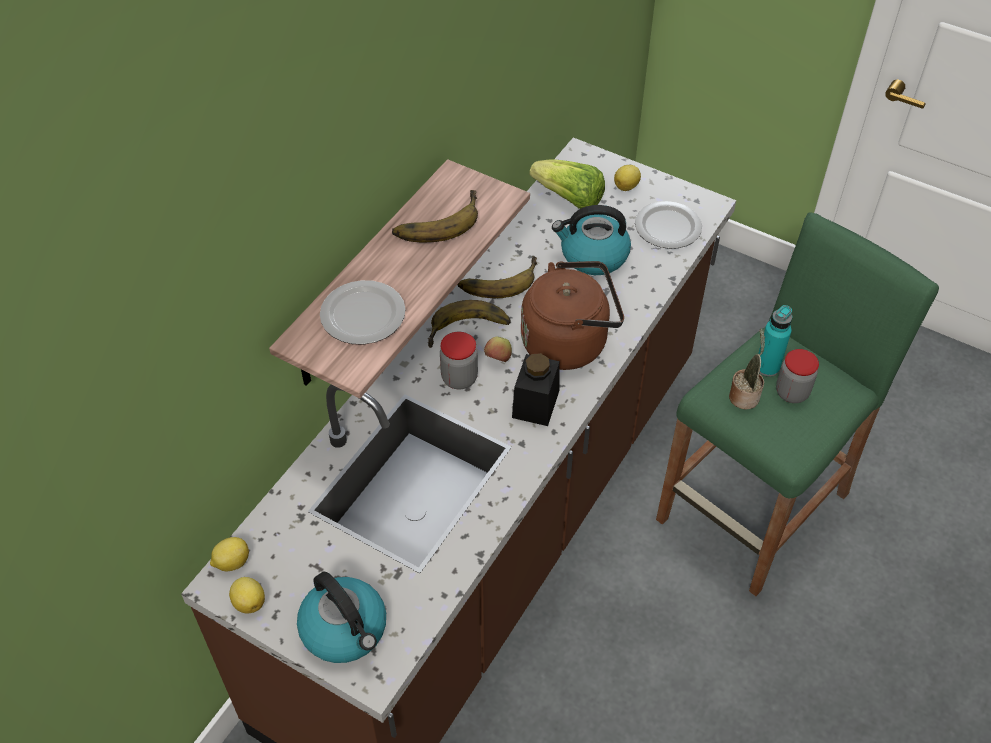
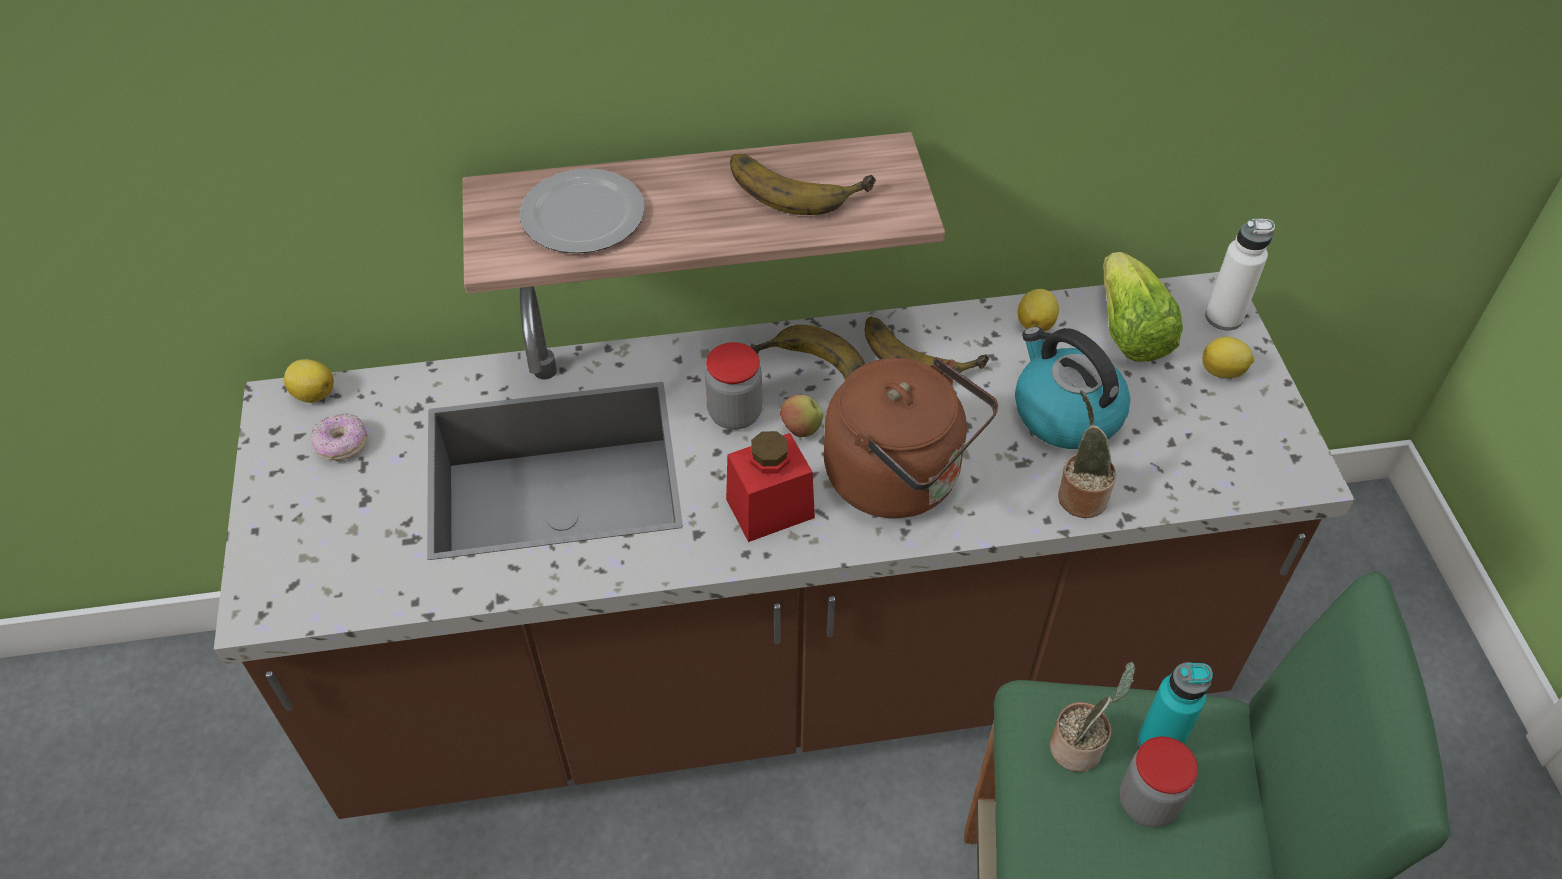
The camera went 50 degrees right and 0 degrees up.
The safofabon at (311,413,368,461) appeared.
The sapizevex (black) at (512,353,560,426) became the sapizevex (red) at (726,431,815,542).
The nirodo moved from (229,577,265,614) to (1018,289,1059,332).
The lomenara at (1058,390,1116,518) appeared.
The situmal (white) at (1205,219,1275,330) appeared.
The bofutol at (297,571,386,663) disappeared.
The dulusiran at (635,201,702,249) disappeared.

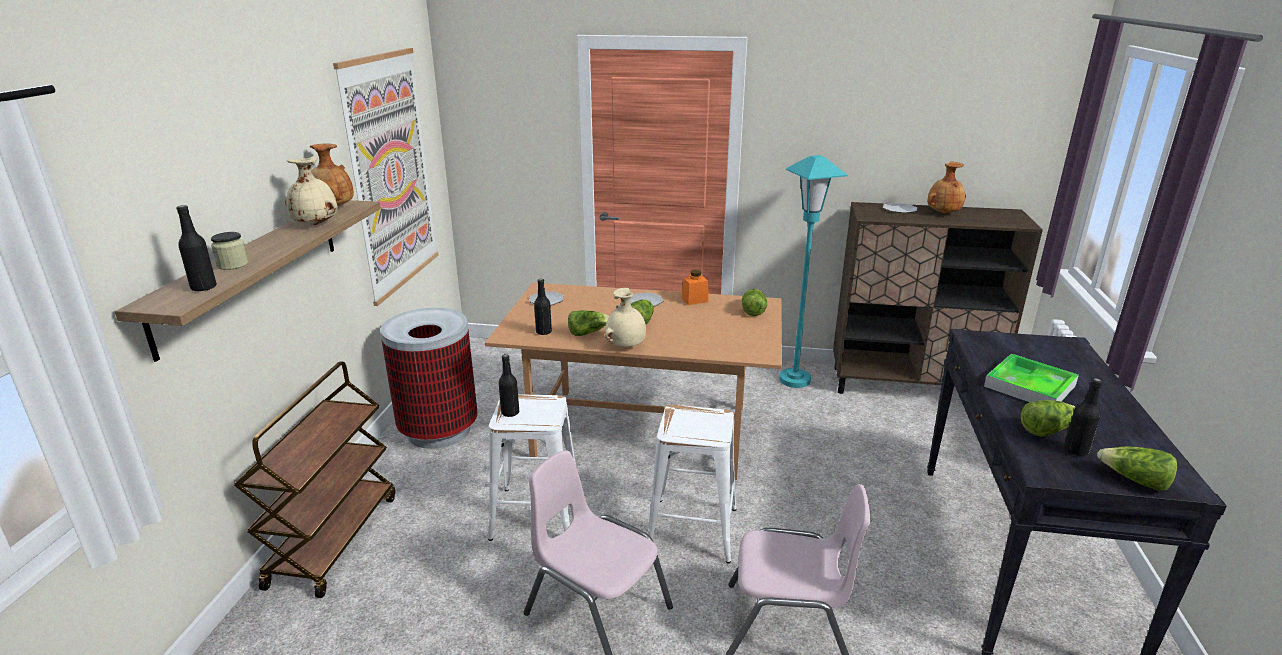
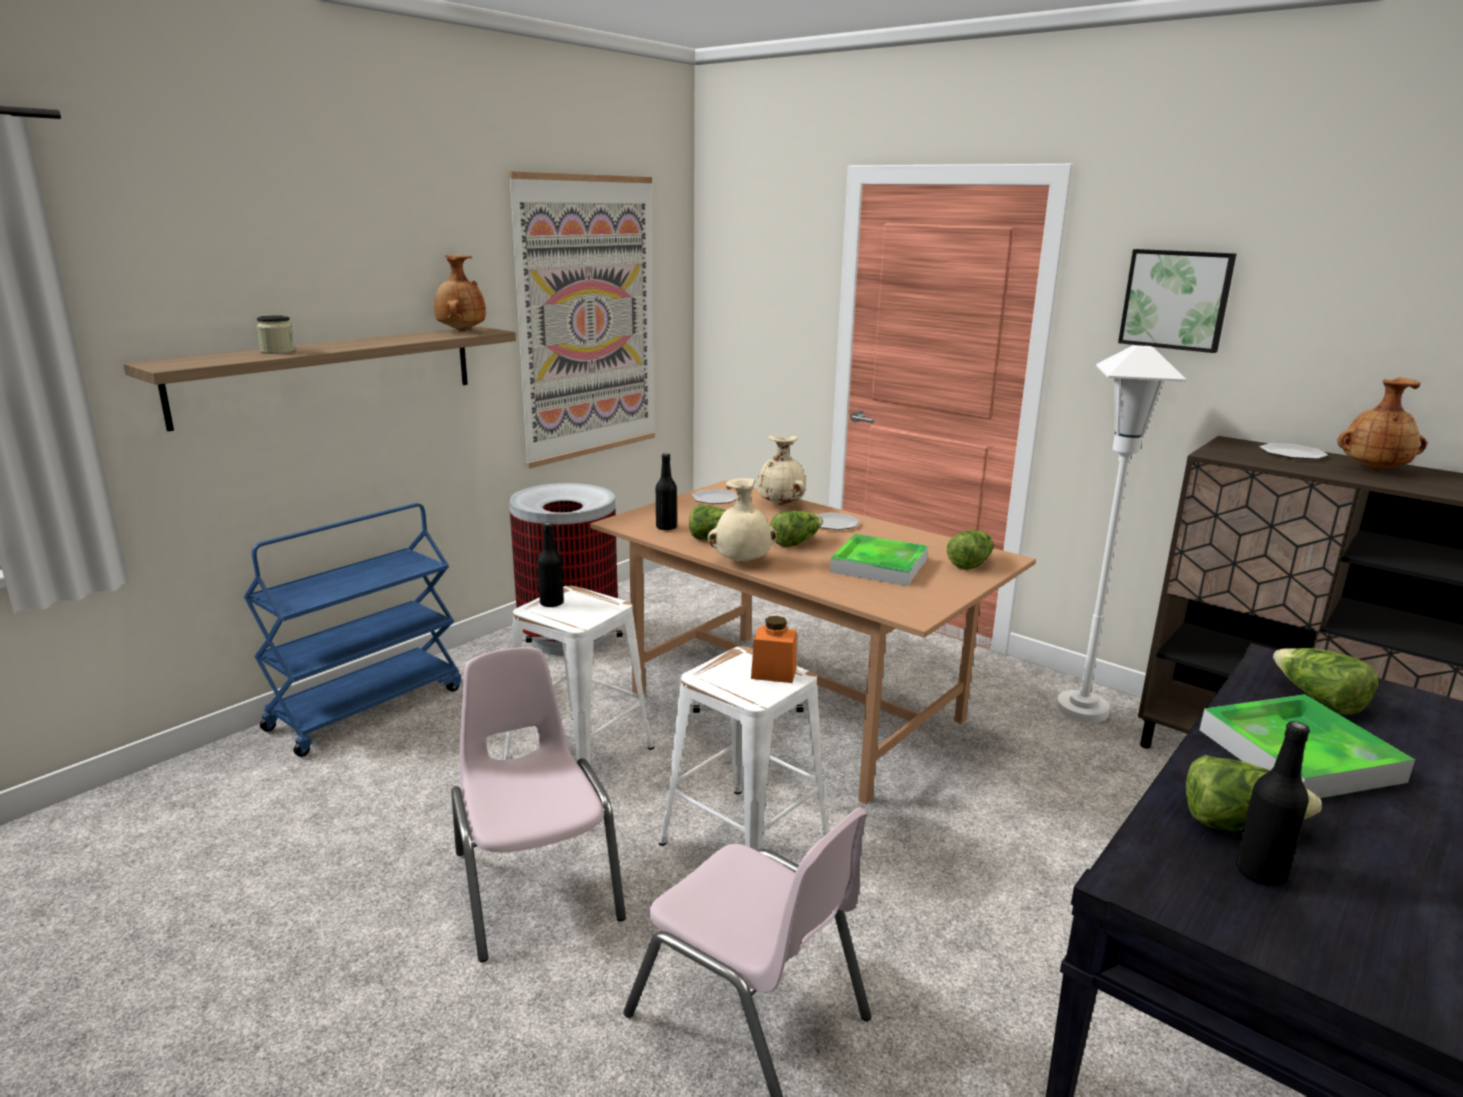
The camera went 30 degrees right and 5 degrees down.
The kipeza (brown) at (234,361,395,598) became the kipeza (blue) at (244,503,461,757).
The sapizevex (orange) moved from (682,270,709,305) to (751,616,797,683).
The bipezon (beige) moved from (285,156,338,225) to (758,436,806,505).
The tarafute at (830,534,928,586) appeared.
The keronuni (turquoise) at (779,155,848,388) became the keronuni (white) at (1057,345,1186,723).
The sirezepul at (1118,249,1236,353) appeared.
The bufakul moved from (1097,446,1177,491) to (1273,648,1378,715).
The situmal (black) at (176,205,217,291) disappeared.

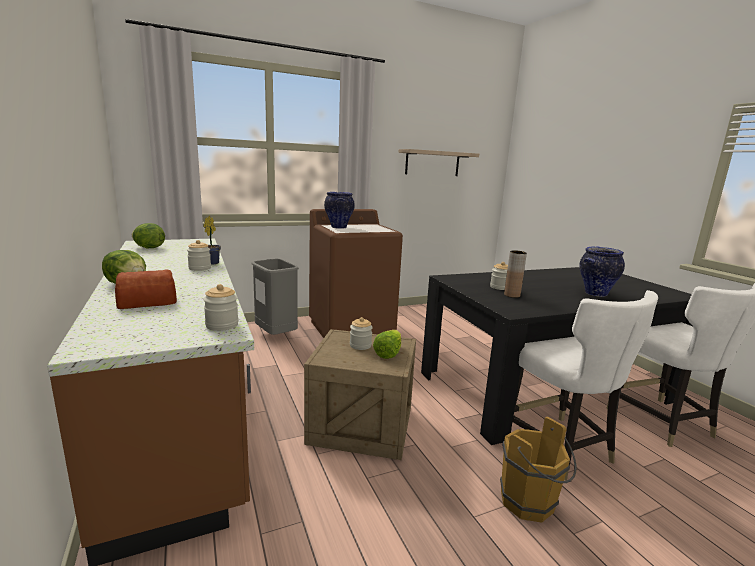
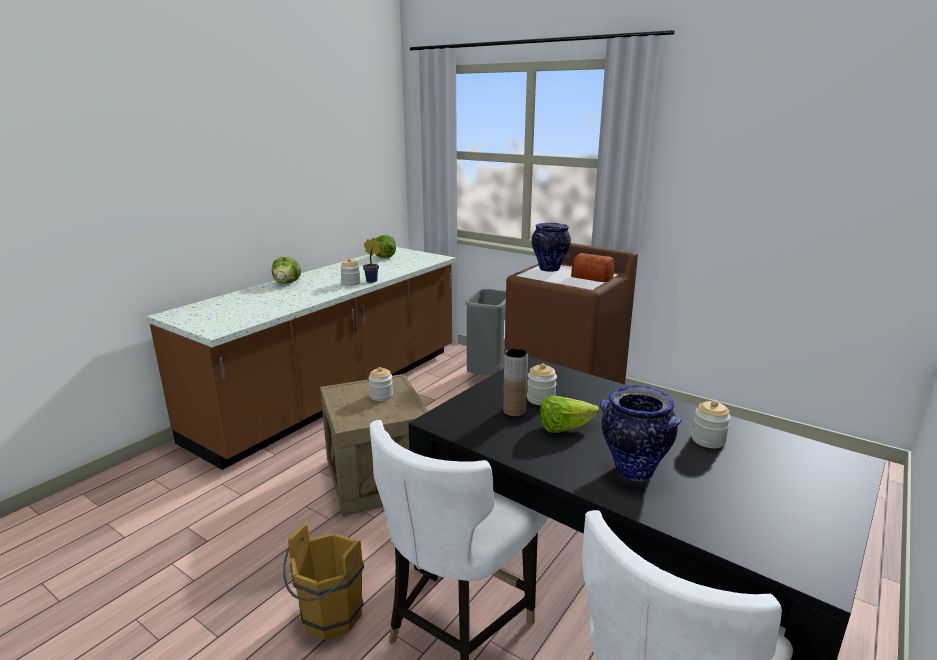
The camera went 60 degrees right and 5 degrees up.
The bufakul moved from (373,330,401,359) to (540,395,599,433).
The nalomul moved from (115,270,177,309) to (571,253,614,282).
The sapizevex moved from (203,284,239,331) to (692,400,731,448).
The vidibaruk at (398,149,479,176) disappeared.

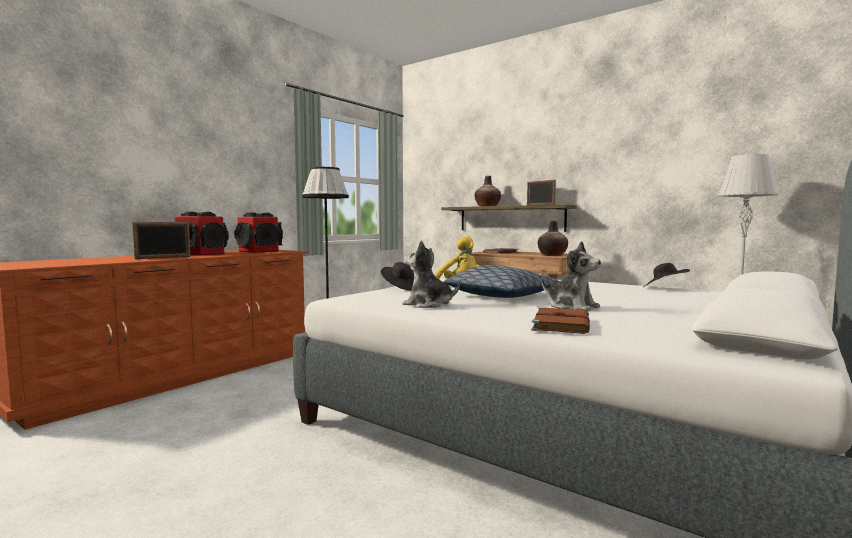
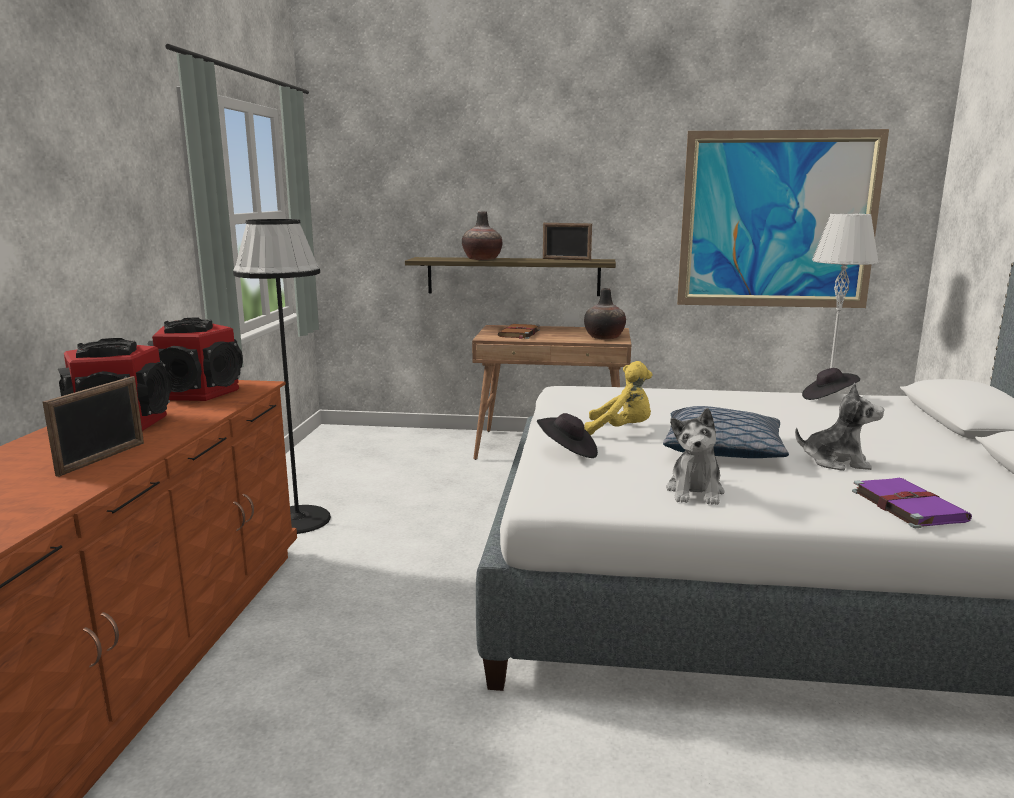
The camera went 30 degrees left and 10 degrees up.
The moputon at (402,241,460,308) turned 75 degrees counterclockwise.
The sirezepul at (677,129,889,308) appeared.
The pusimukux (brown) at (531,307,590,334) became the pusimukux (purple) at (852,478,972,528).

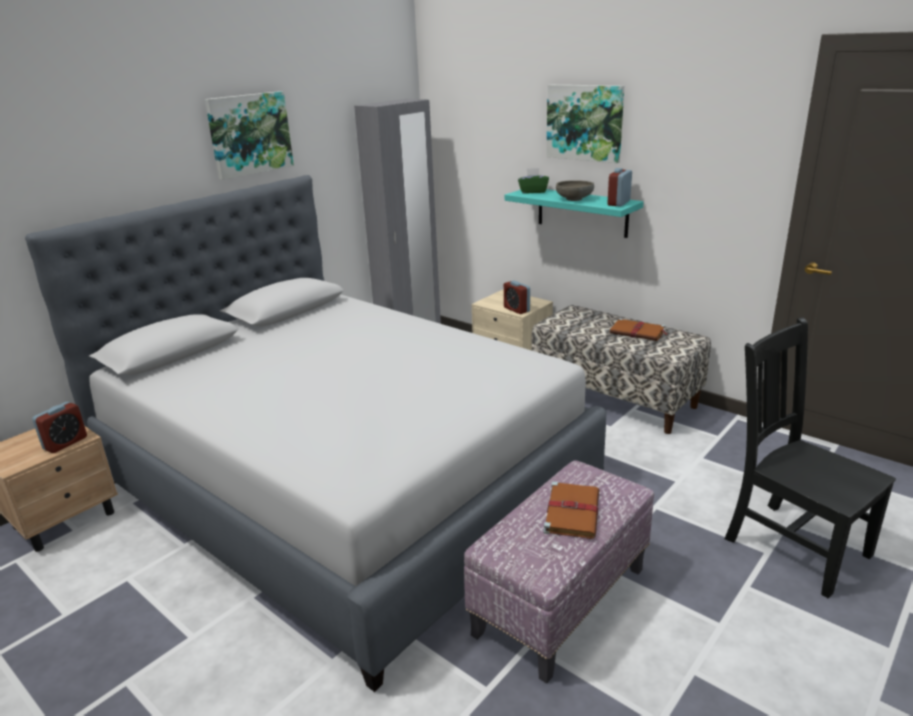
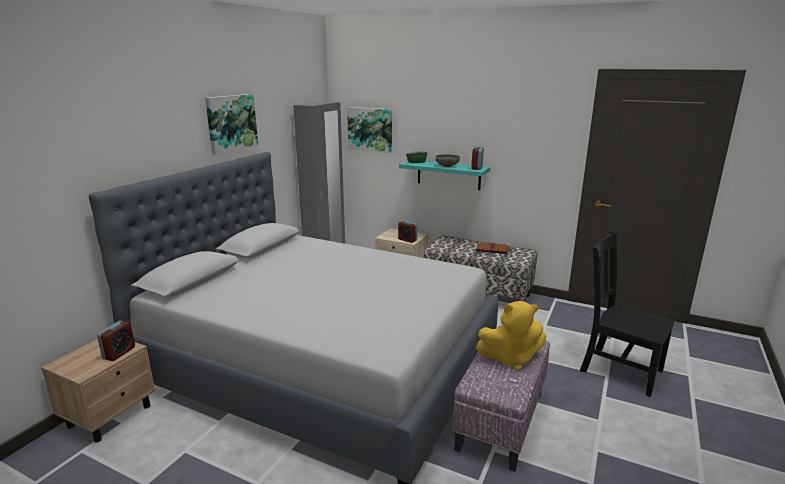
The camera went 15 degrees left and 5 degrees down.
The sirezepul moved from (546,85,624,163) to (347,107,392,153).
The pusimukux (brown) at (543,482,599,539) was replaced by the moputon (yellow) at (476,301,546,370).

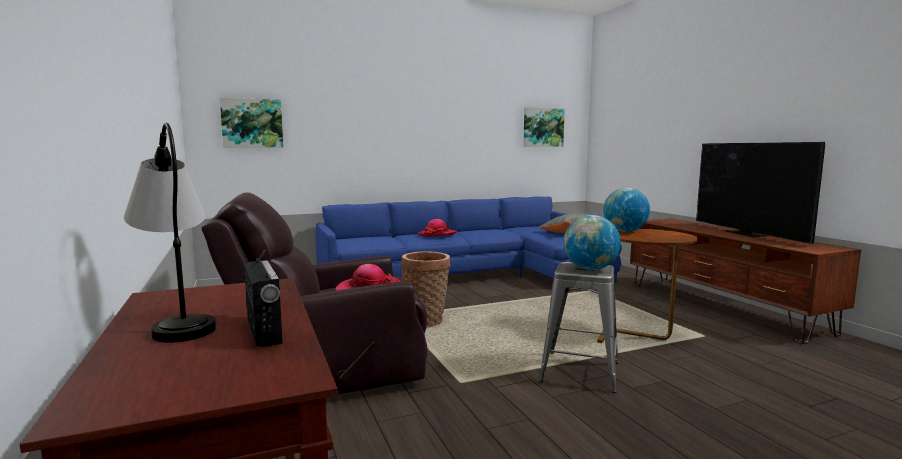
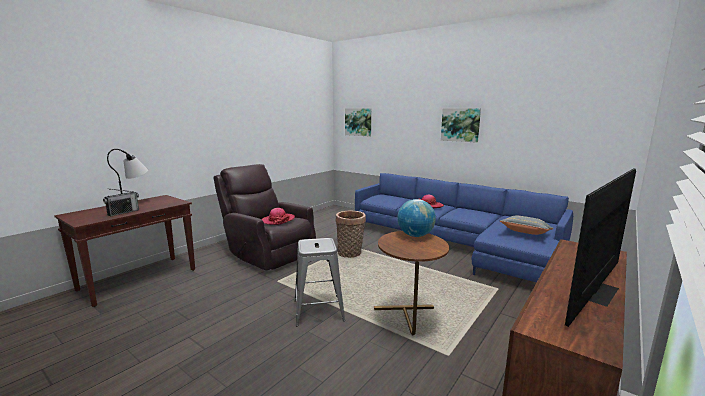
The camera went 60 degrees right and 5 degrees up.
The sirezepul moved from (523,107,565,147) to (441,108,481,143).
The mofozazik at (564,215,621,270) disappeared.

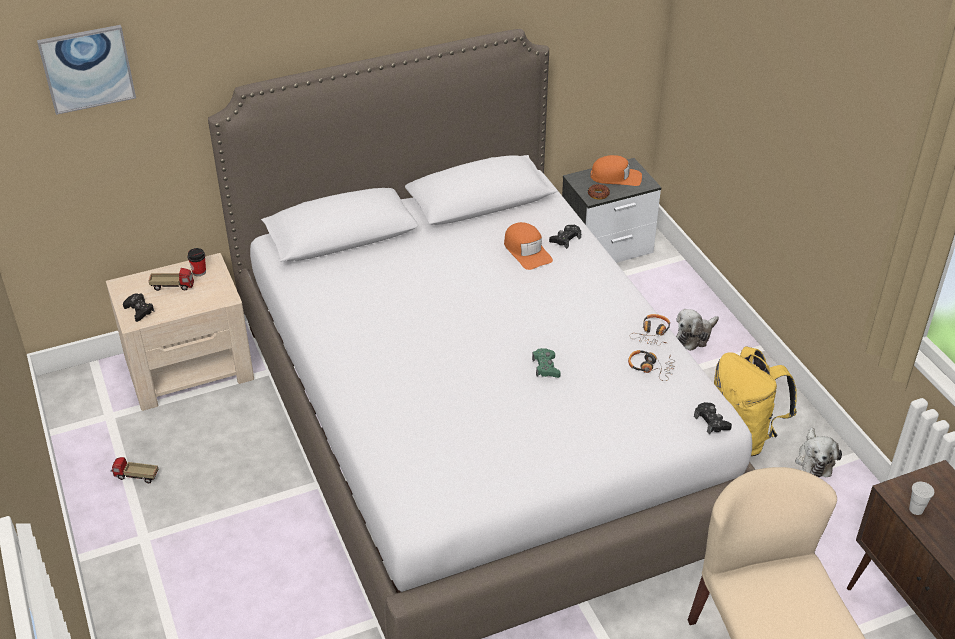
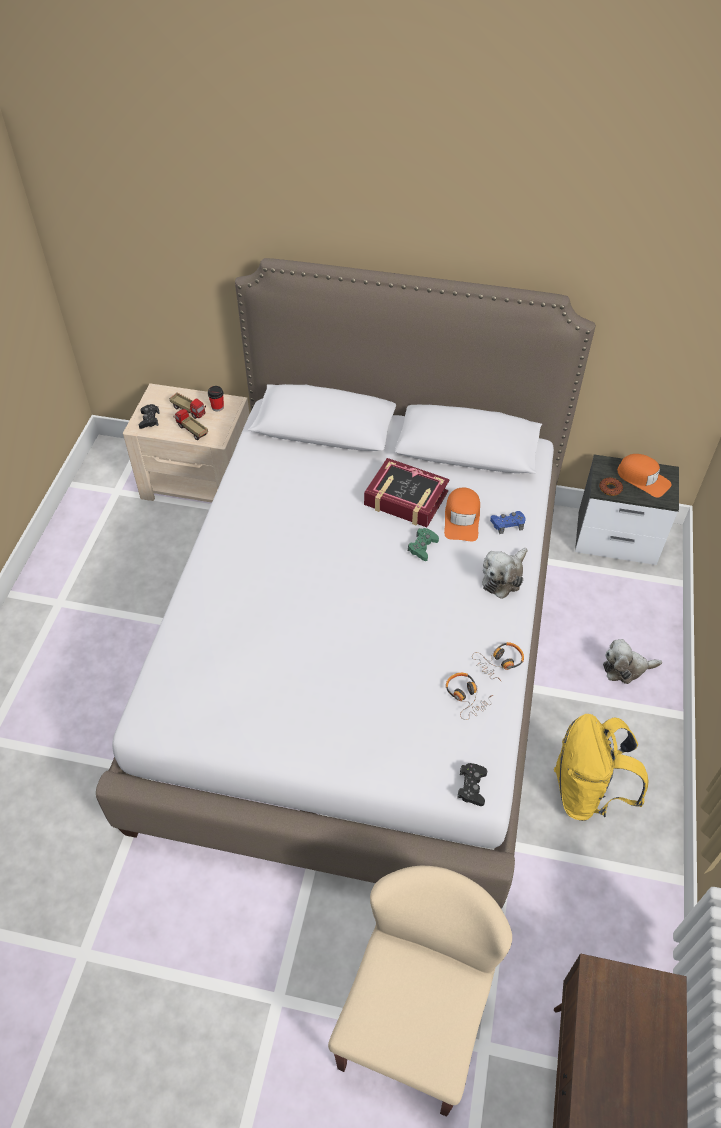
The camera went 35 degrees right and 10 degrees up.
The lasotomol moved from (111,457,158,483) to (173,409,208,440).
The pusimukux at (364,458,450,527) appeared.
The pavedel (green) moved from (532,348,561,378) to (408,528,439,561).
The moputon moved from (795,427,842,477) to (482,548,528,599).
The pavedel (black) at (549,225,581,249) became the pavedel (blue) at (490,511,526,534).
The sirezepul at (37,25,136,115) disappeared.
The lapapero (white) at (909,482,934,515) disappeared.

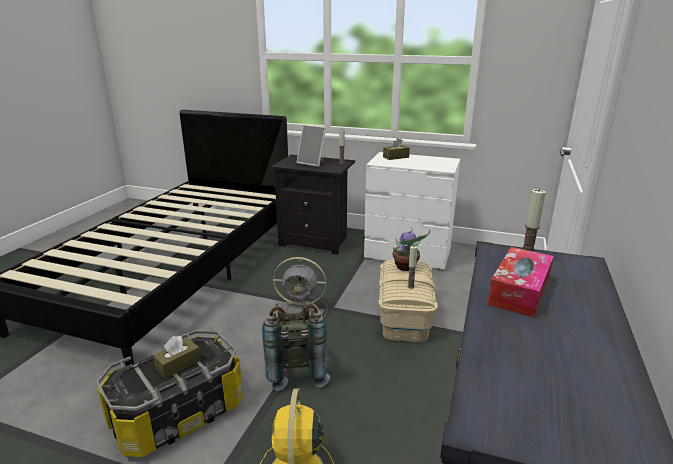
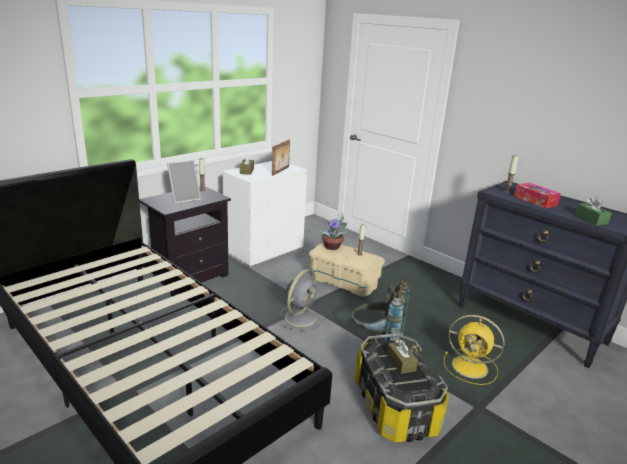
The camera went 65 degrees left and 0 degrees up.
The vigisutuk at (272,139,290,176) appeared.
The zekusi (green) at (575,197,612,225) appeared.

